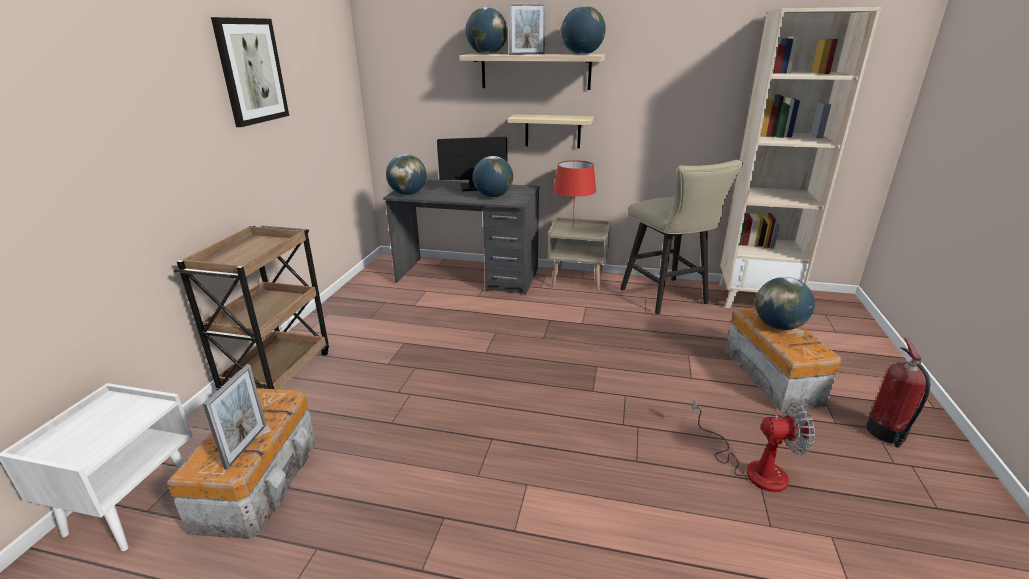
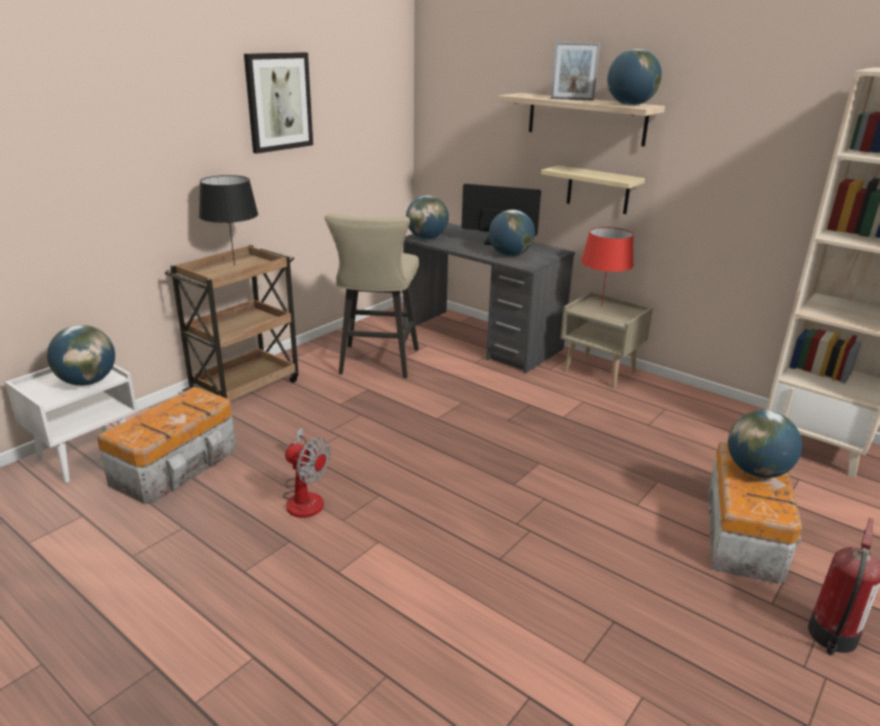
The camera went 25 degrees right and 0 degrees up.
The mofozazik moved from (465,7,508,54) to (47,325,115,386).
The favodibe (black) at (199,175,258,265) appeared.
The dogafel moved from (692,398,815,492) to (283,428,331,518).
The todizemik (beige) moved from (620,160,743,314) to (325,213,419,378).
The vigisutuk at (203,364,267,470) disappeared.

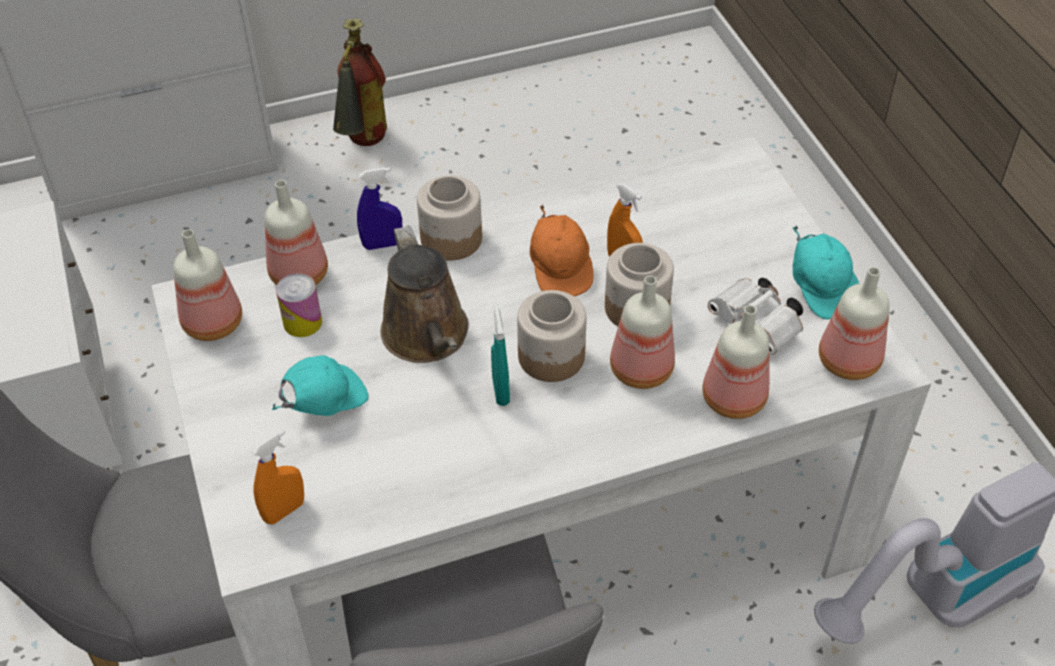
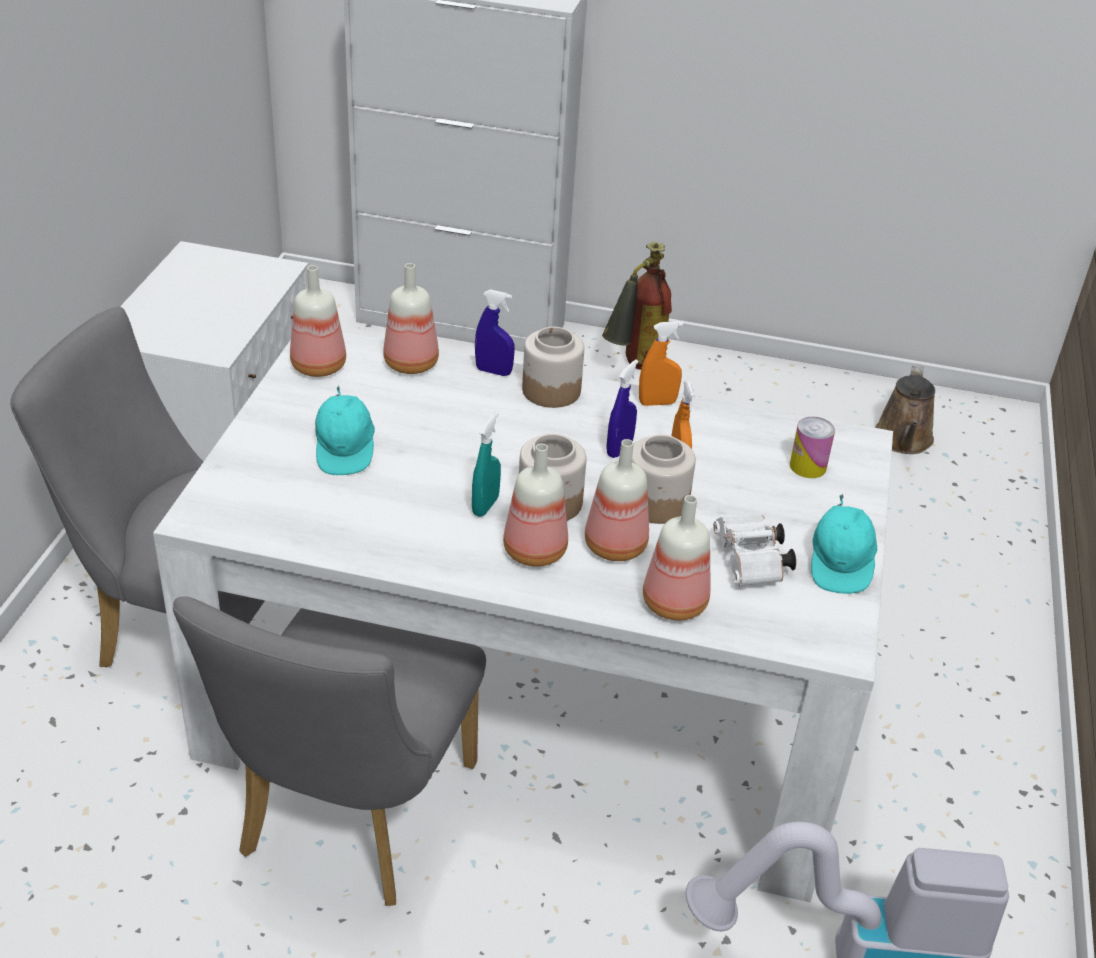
The camera went 30 degrees right and 10 degrees down.
The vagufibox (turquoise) at (272,355,369,416) turned 90 degrees clockwise.
The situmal moved from (819,267,890,380) to (503,443,568,567).
The vagufibox (orange) at (530,205,594,297) was replaced by the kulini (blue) at (606,359,638,458).
The kulini (orange) moved from (251,429,304,525) to (639,321,684,406).
The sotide moved from (276,273,322,337) to (790,417,835,478).
The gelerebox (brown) moved from (381,225,469,363) to (875,366,935,454).

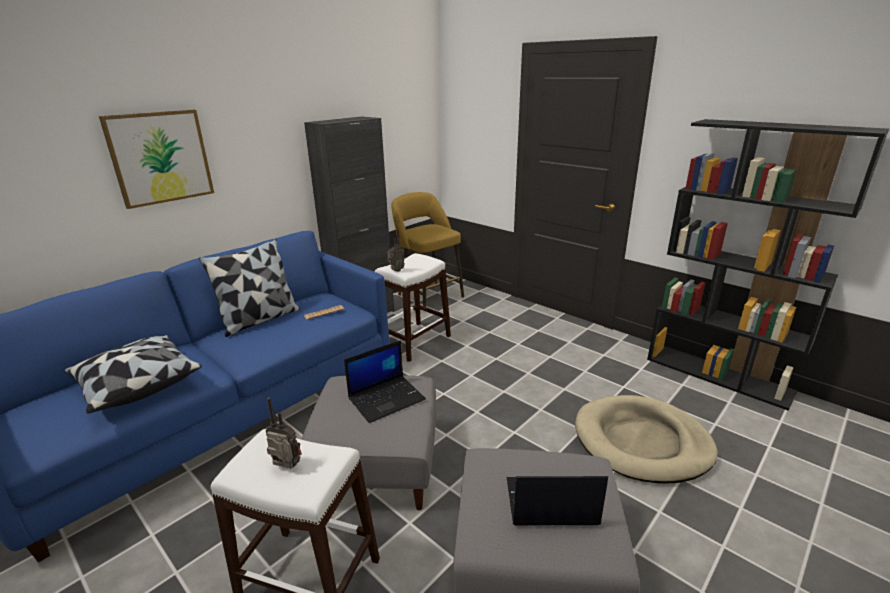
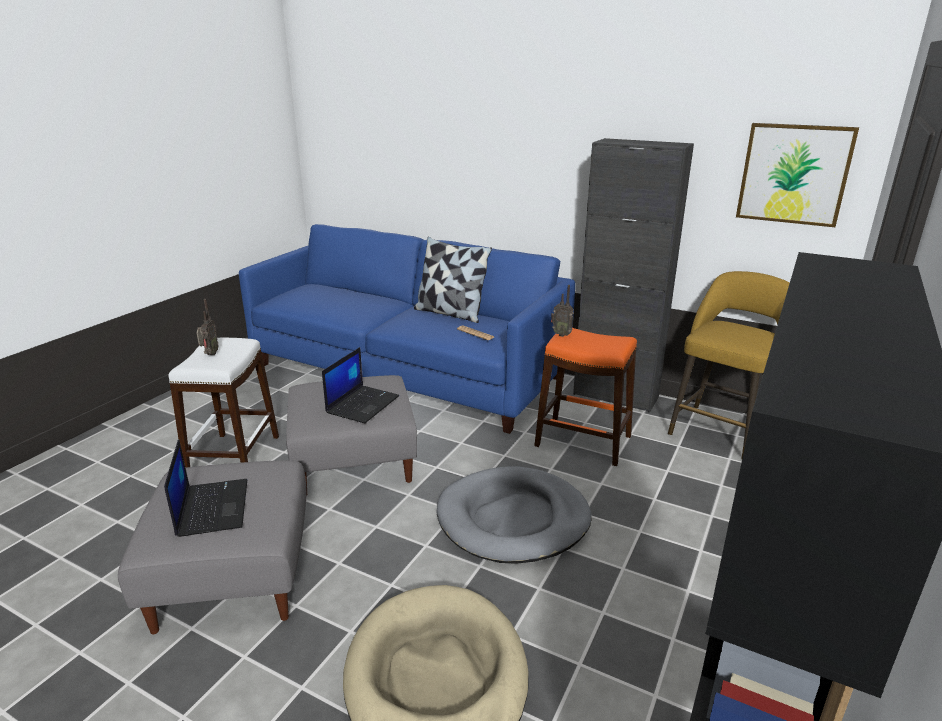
The camera went 75 degrees right and 0 degrees up.
The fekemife at (344,340,426,423) turned 105 degrees counterclockwise.
The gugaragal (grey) at (436,466,592,564) appeared.
The todizemik (white) at (375,253,451,362) became the todizemik (orange) at (534,328,637,466).
The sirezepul moved from (99,110,214,209) to (736,123,859,227).
The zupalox at (64,335,202,413) disappeared.

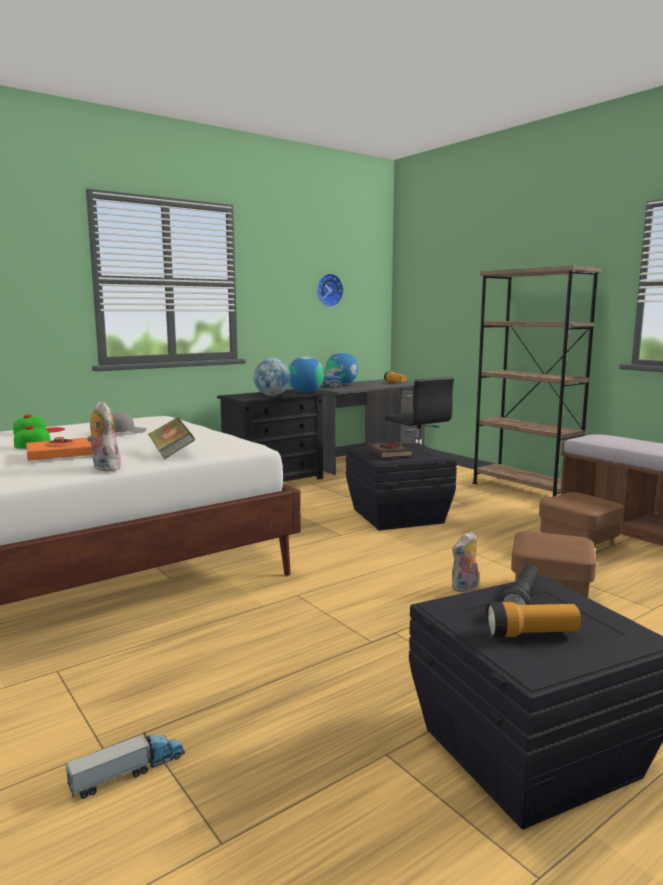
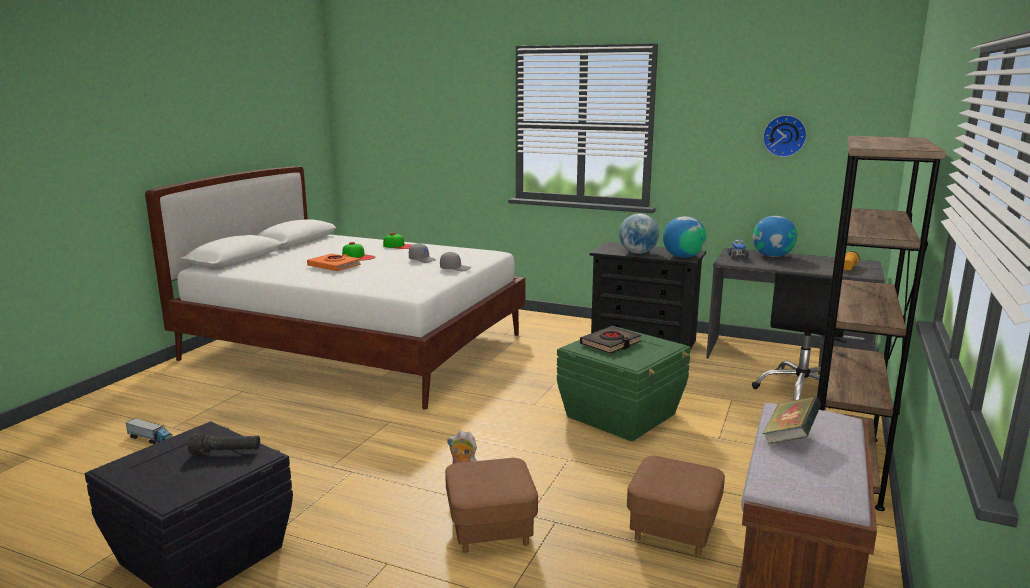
The camera went 60 degrees right and 5 degrees up.
The vagufibox (grey) at (440,252,471,271) appeared.
The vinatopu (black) at (346,443,457,531) became the vinatopu (green) at (557,326,691,441).
The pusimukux moved from (148,418,195,459) to (762,396,821,444).
The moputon at (87,402,121,471) disappeared.
The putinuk at (486,602,581,637) disappeared.

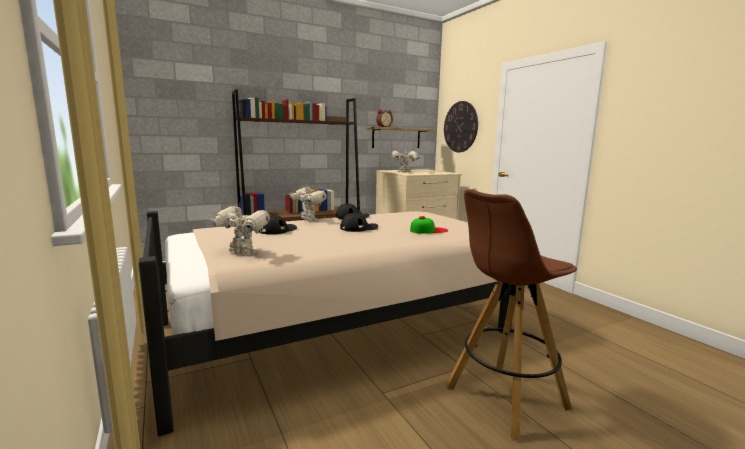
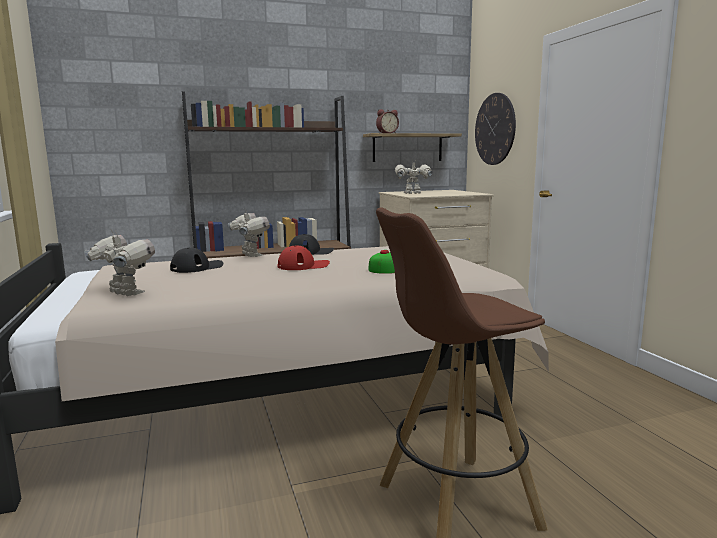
The camera went 10 degrees right and 0 degrees up.
The vagufibox (black) at (340,213,378,232) became the vagufibox (red) at (277,245,330,270).

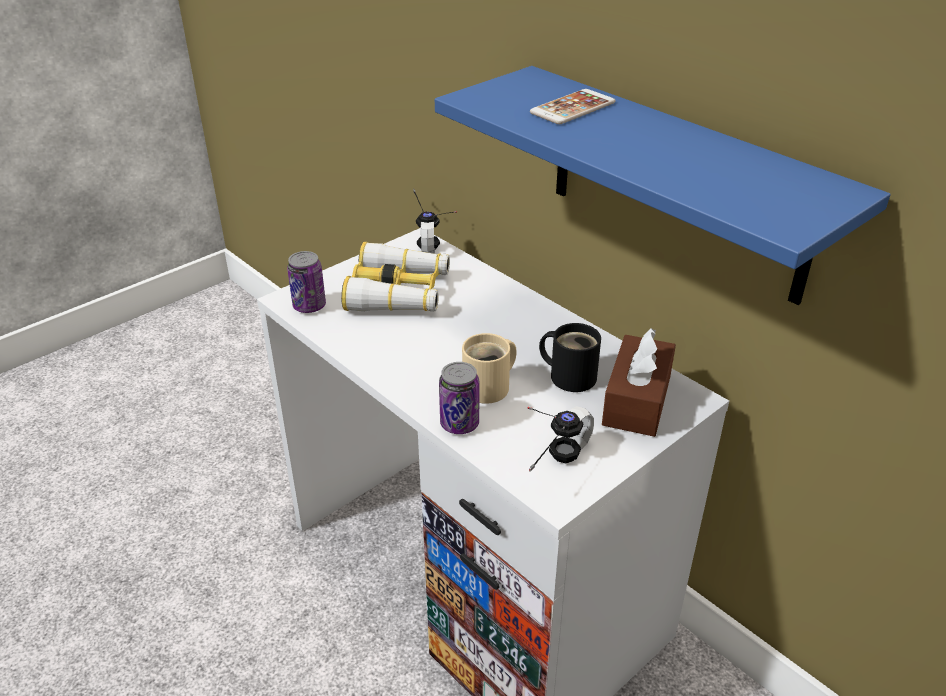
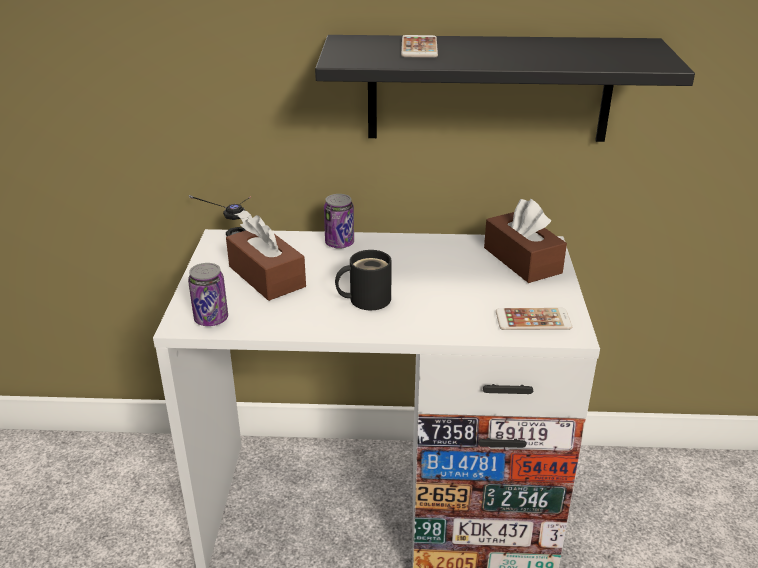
The camera went 45 degrees left and 5 degrees down.
The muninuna at (341,242,450,312) was replaced by the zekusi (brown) at (226,215,306,301).
The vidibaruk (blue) at (435,66,890,305) became the vidibaruk (black) at (315,35,695,142).
The sotide moved from (439,362,479,434) to (324,194,354,249).
The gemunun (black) moved from (539,323,601,392) to (335,250,392,310).
The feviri at (527,406,594,472) was replaced by the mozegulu at (496,308,572,330).
The gemunun (beige) at (462,333,517,404) disappeared.

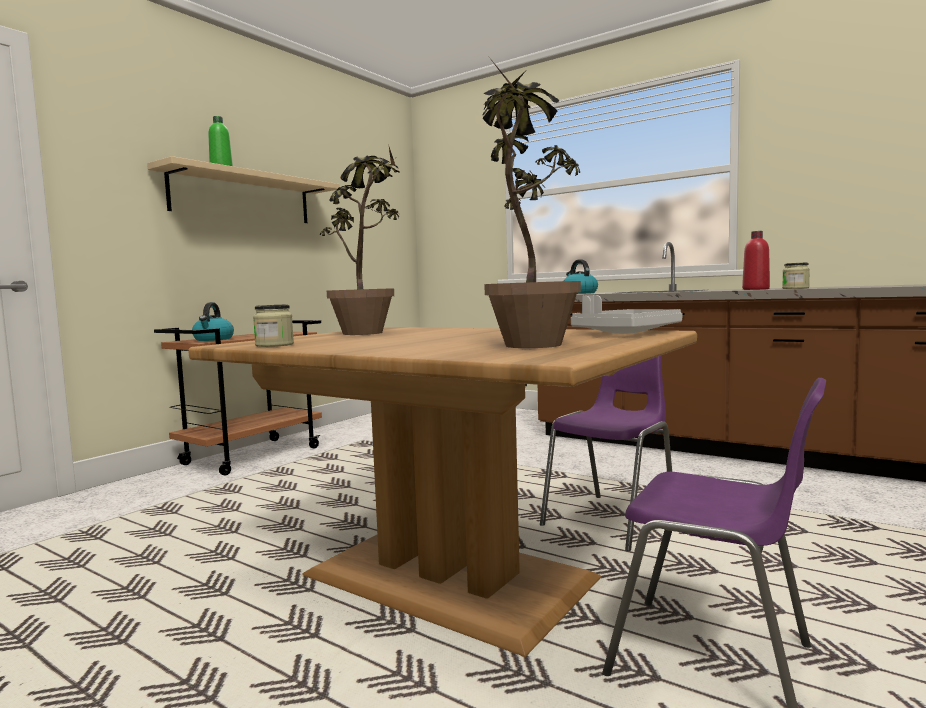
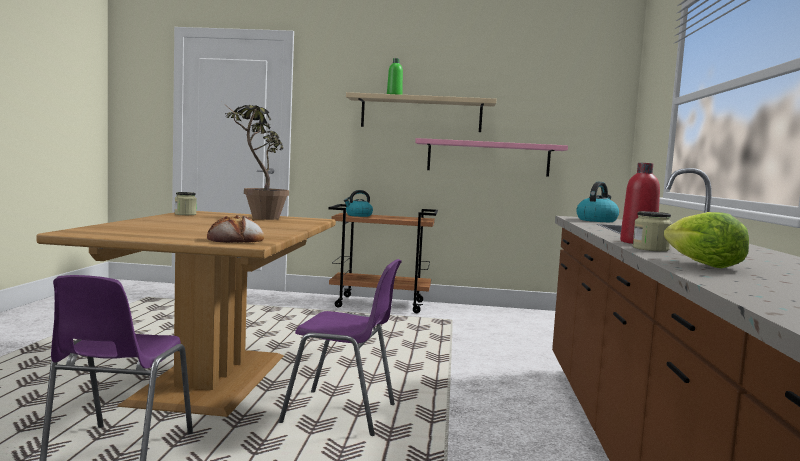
The camera went 60 degrees right and 0 degrees up.
The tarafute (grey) at (571,295,683,334) was replaced by the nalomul at (207,215,264,243).
The vidibaruk (pink) at (415,138,568,177) appeared.
The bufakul at (664,212,749,268) appeared.
The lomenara at (482,57,581,348) disappeared.

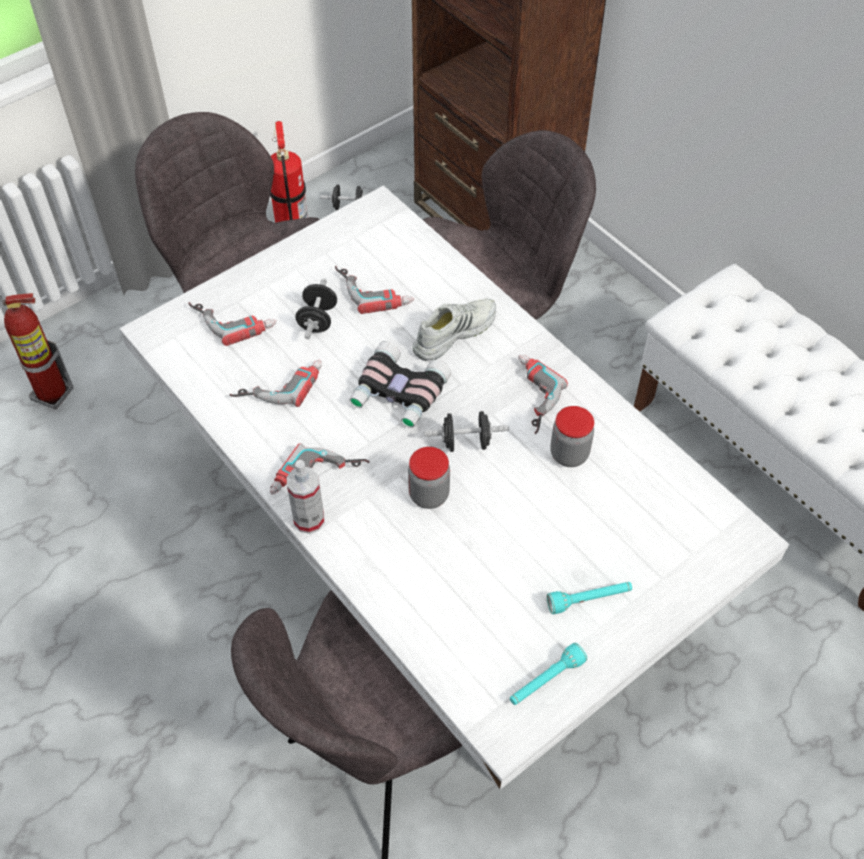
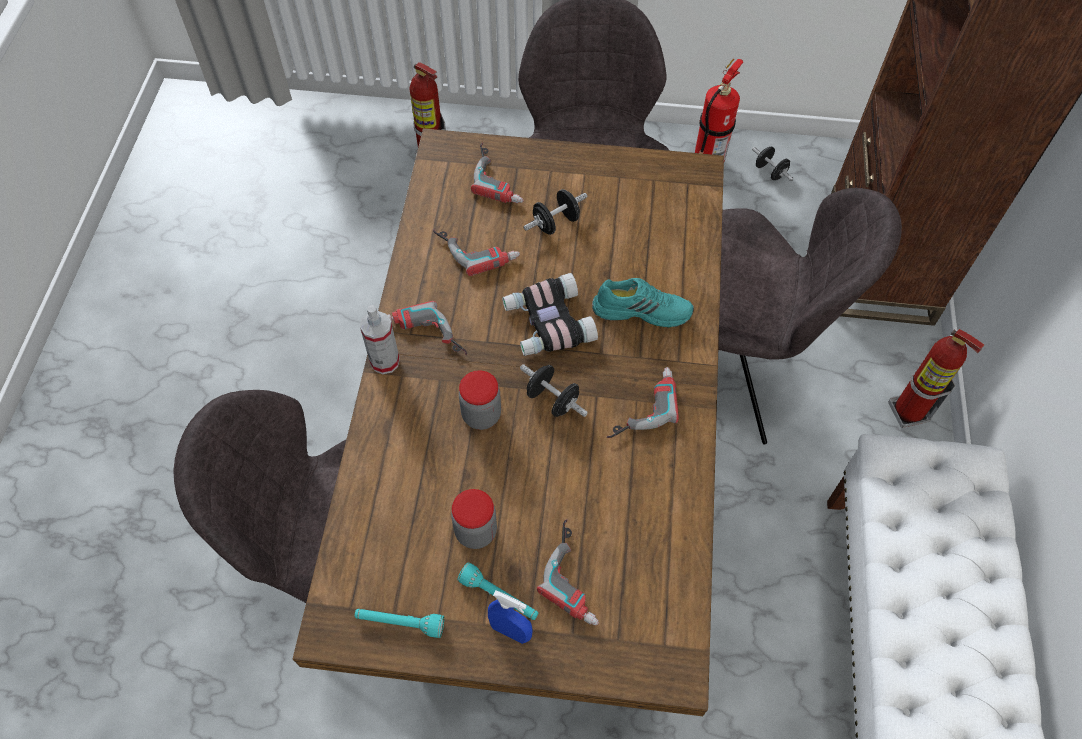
The camera went 45 degrees right and 5 degrees up.
The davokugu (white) at (119,185,790,790) became the davokugu (brown) at (293,128,724,716).
The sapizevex moved from (550,406,594,467) to (451,489,497,549).
The kulini (blue) at (488,590,533,644) appeared.
The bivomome moved from (335,266,414,314) to (537,519,599,625).
The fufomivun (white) at (412,298,496,361) became the fufomivun (turquoise) at (592,278,694,328).
The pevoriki at (888,329,984,428) appeared.

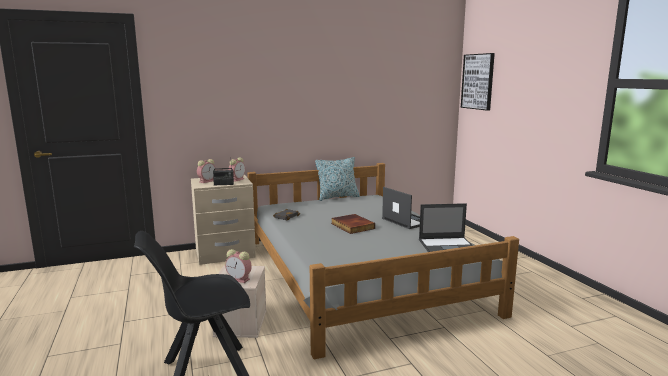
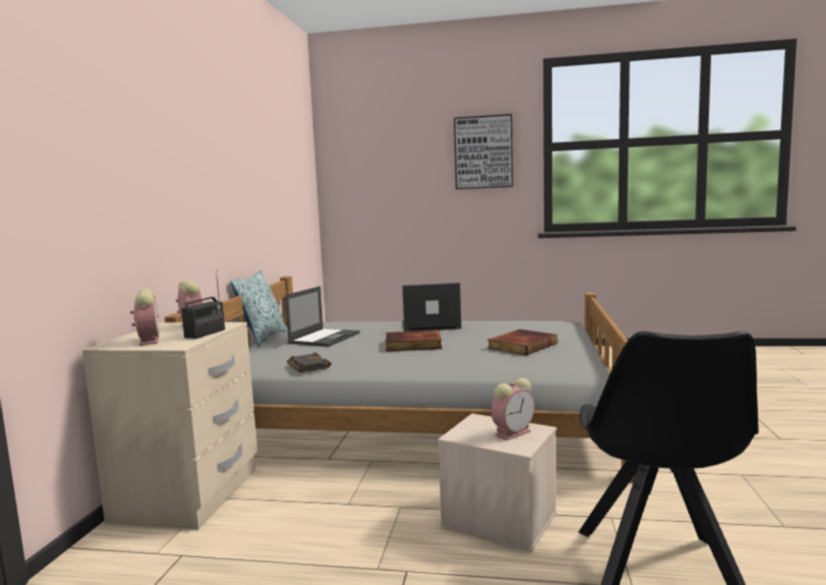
The camera went 60 degrees left and 5 degrees down.
The fekemife moved from (419,203,473,252) to (285,286,360,347).
The sirezepul moved from (461,53,495,111) to (454,114,513,189).
The pusimukux at (487,329,557,355) appeared.

